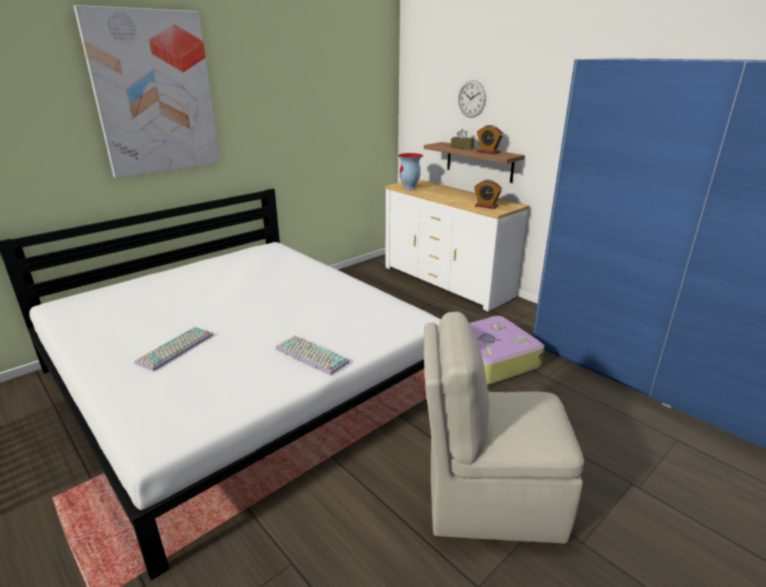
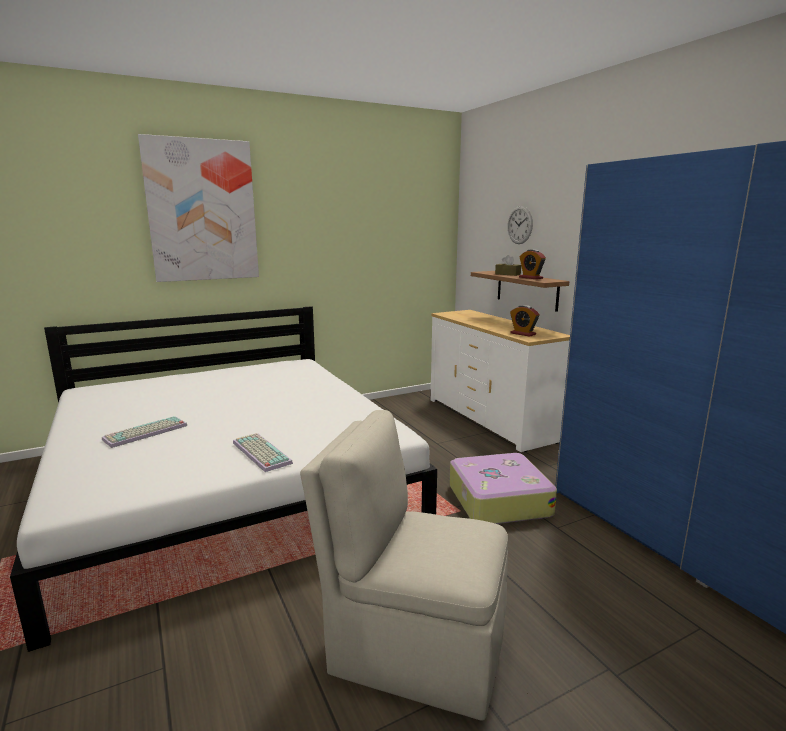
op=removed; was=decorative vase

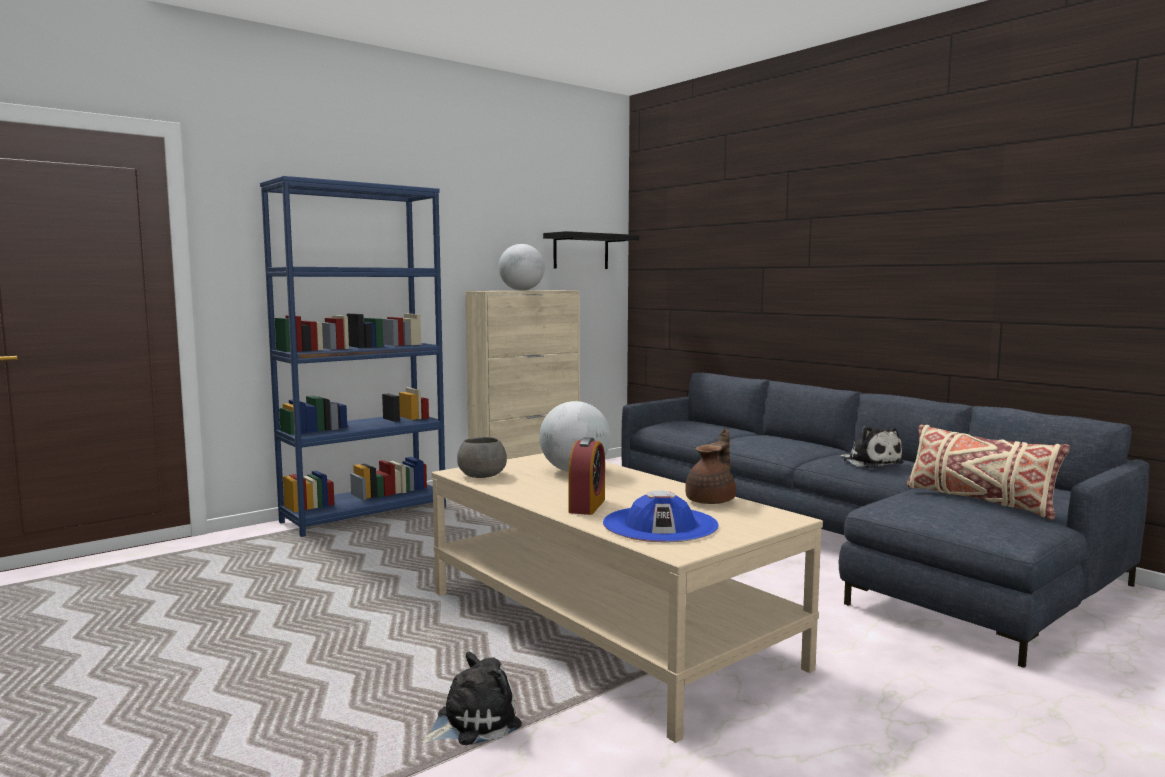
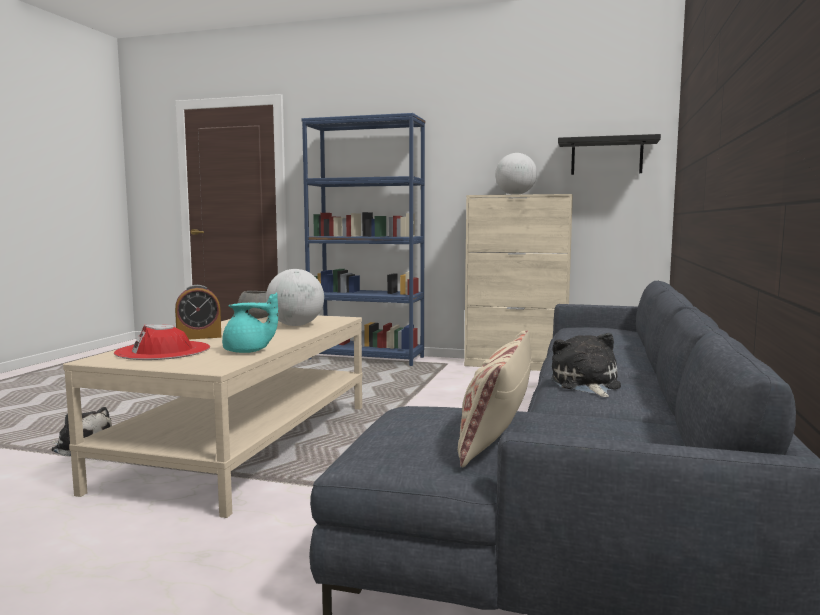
op=recoloured; was=blue-coloured wearable hat; now=red-coloured wearable hat
op=recoloured; was=brownish pot for tea; now=turquoise pot for tea
op=turned; was=cuddly toy (2nd from left); clockwise=150

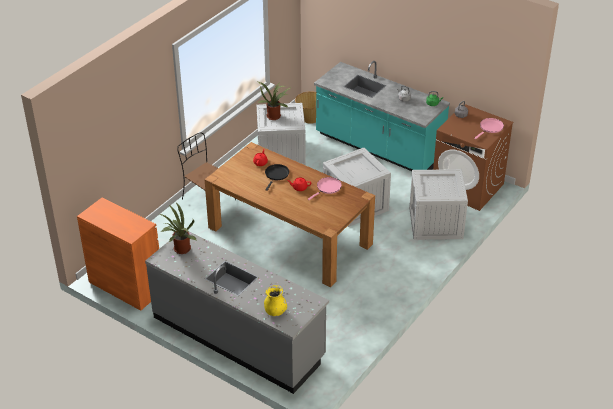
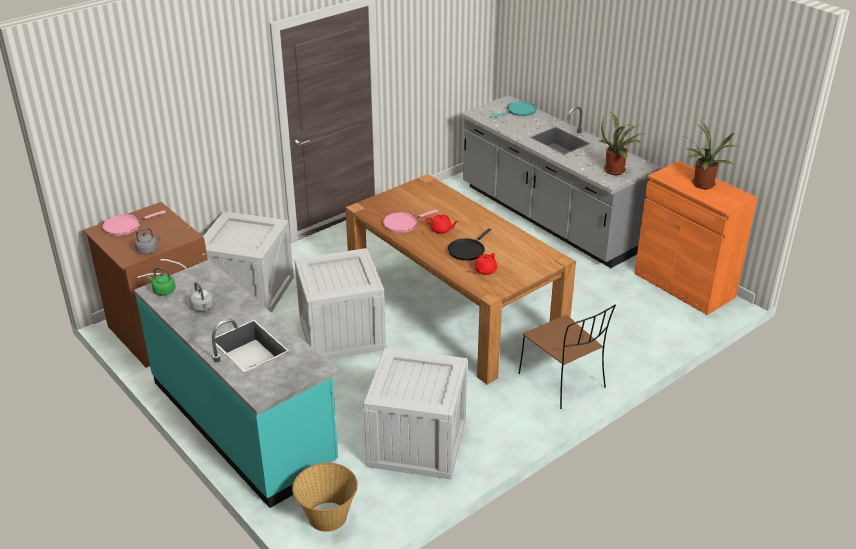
op=replaced; was=yellow decorative vase; now=turquoise frying pan
op=moved; was=plant in a pot (2nd from left)

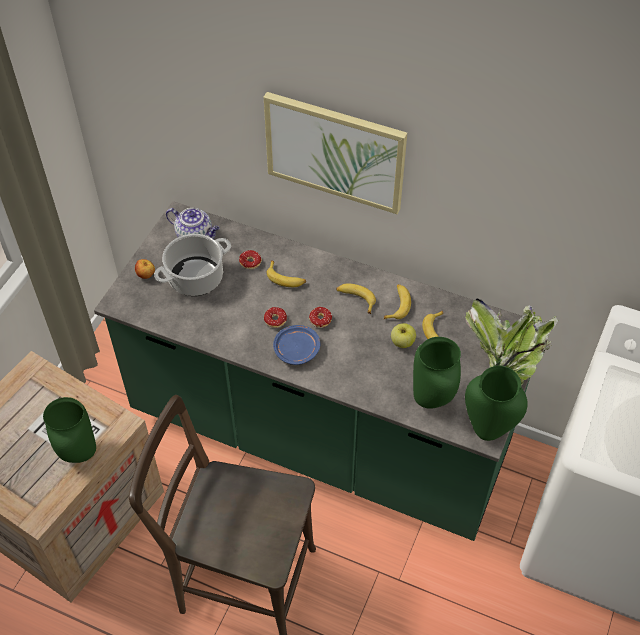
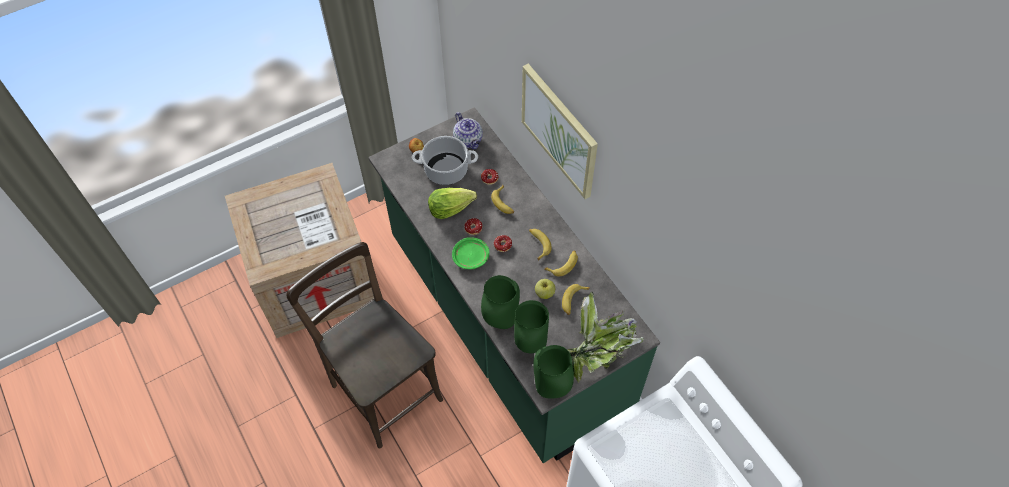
op=added; now=lettuce head
op=recoloured; was=blue-coloured dinner plate; now=green dinner plate
op=moved; was=green decorative vase (1st from left)

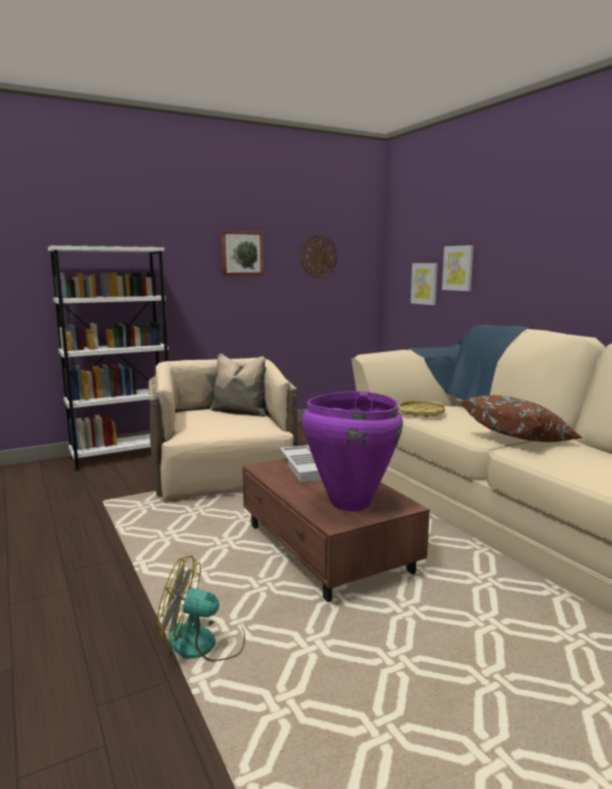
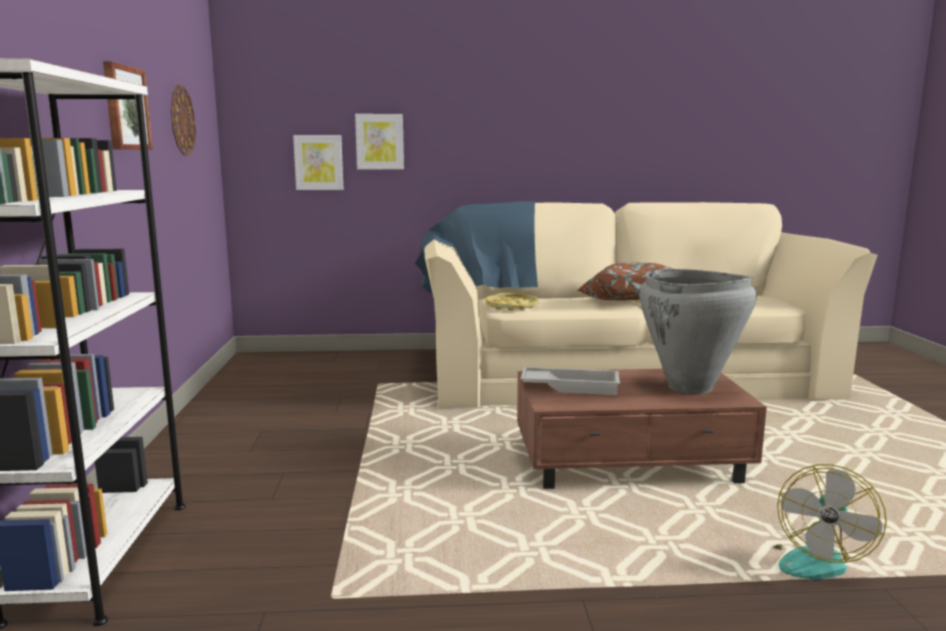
op=recoloured; was=purple decorative vase; now=grey decorative vase
op=removed; was=sand-coloured lounge chair

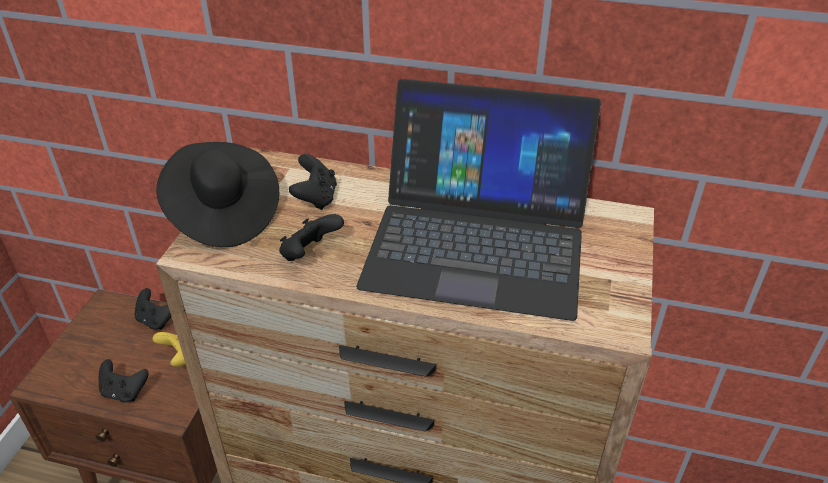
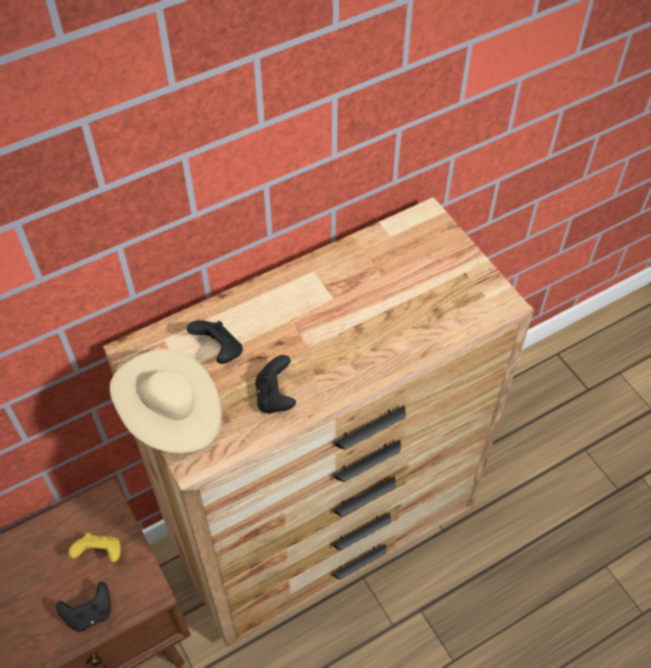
op=recoloured; was=black-coloured wearable hat; now=sand-coloured wearable hat
op=removed; was=black-coloured game controller (2nd from left)
op=removed; was=portable computer

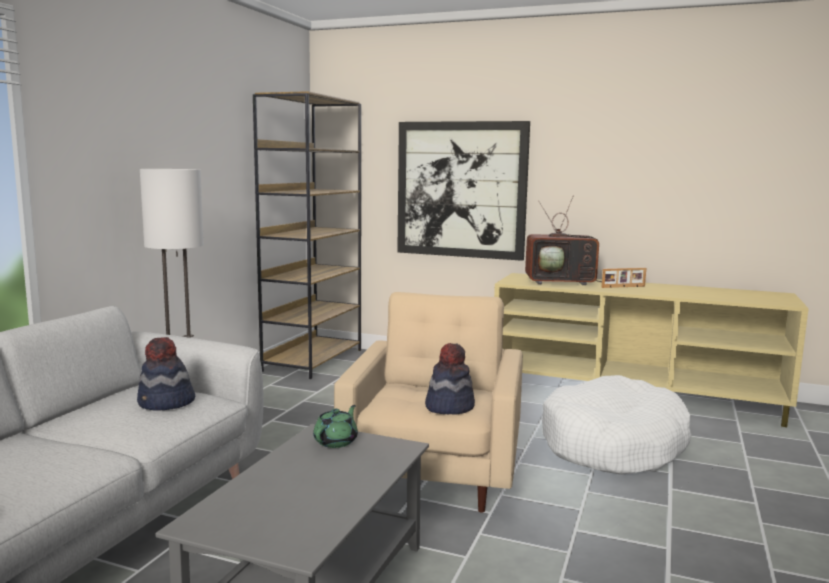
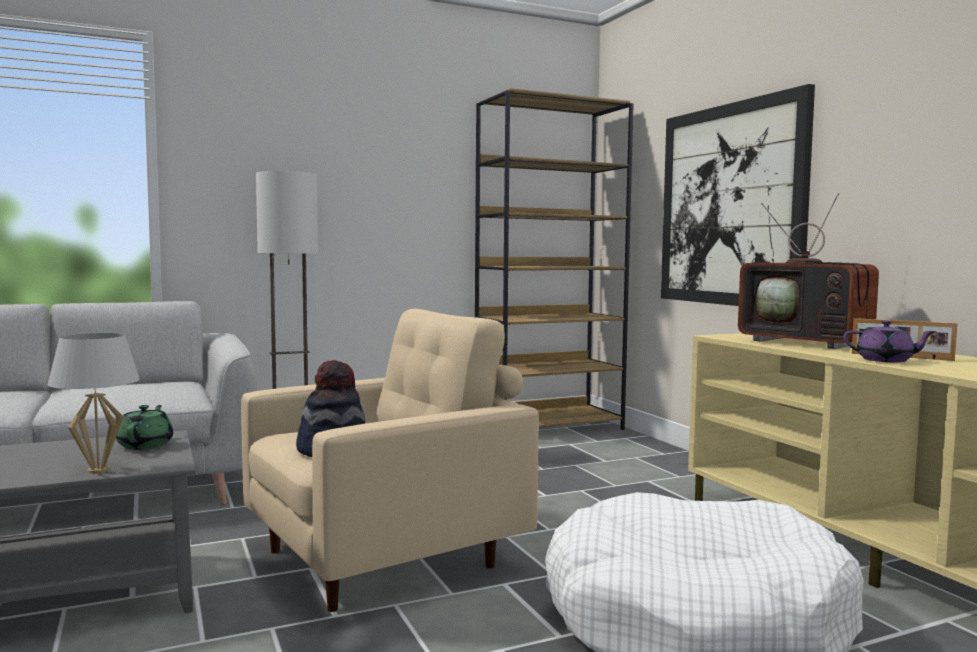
op=added; now=white tabletop lamp
op=turned; was=green pot for tea; clockwise=-75
op=added; now=purple pot for tea
op=removed; was=wearable hat (1st from left)

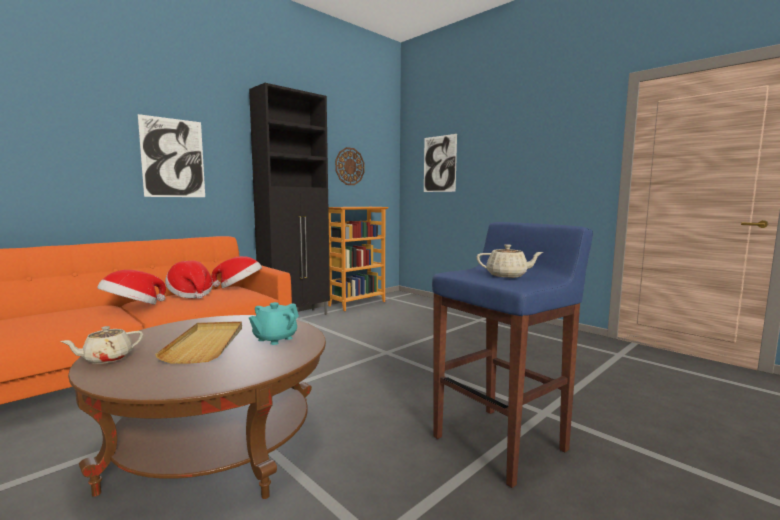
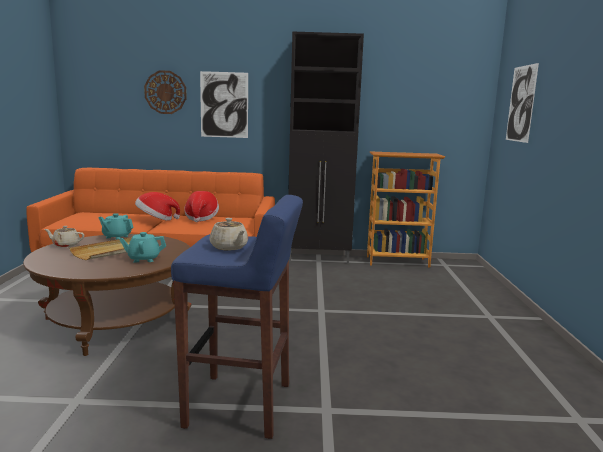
op=added; now=turquoise pot for tea (1st from left)
op=moved; was=hanging clock
op=removed; was=wearable hat (3rd from left)

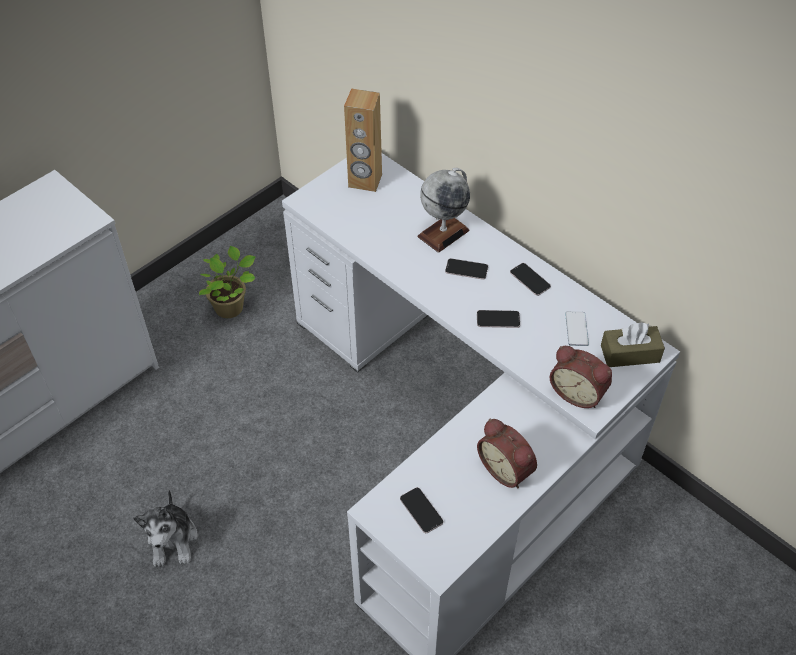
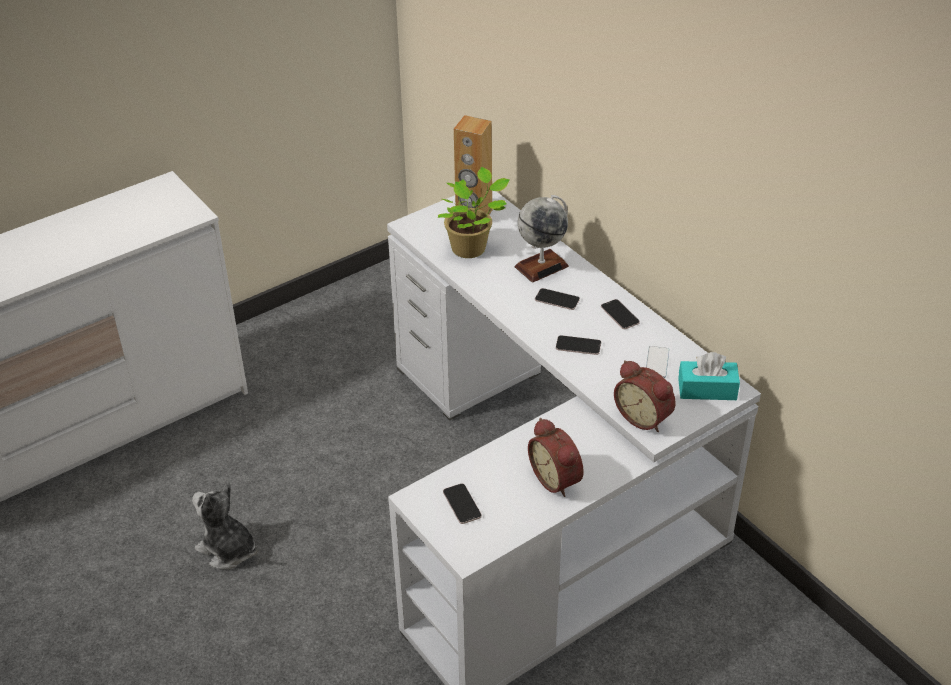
op=turned; was=cuddly toy; clockwise=120
op=moved; was=plant in a pot
op=recoloured; was=brownish tissue box; now=turquoise tissue box

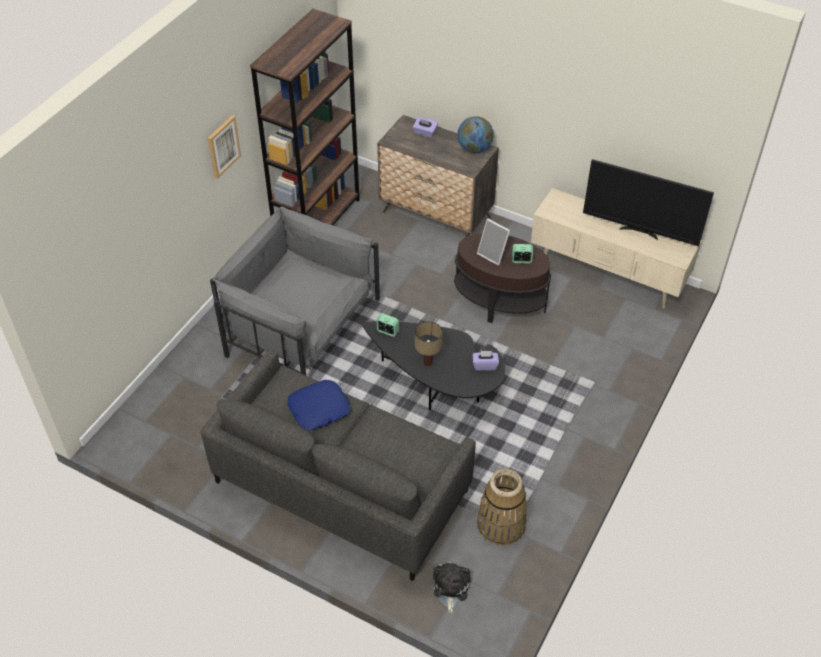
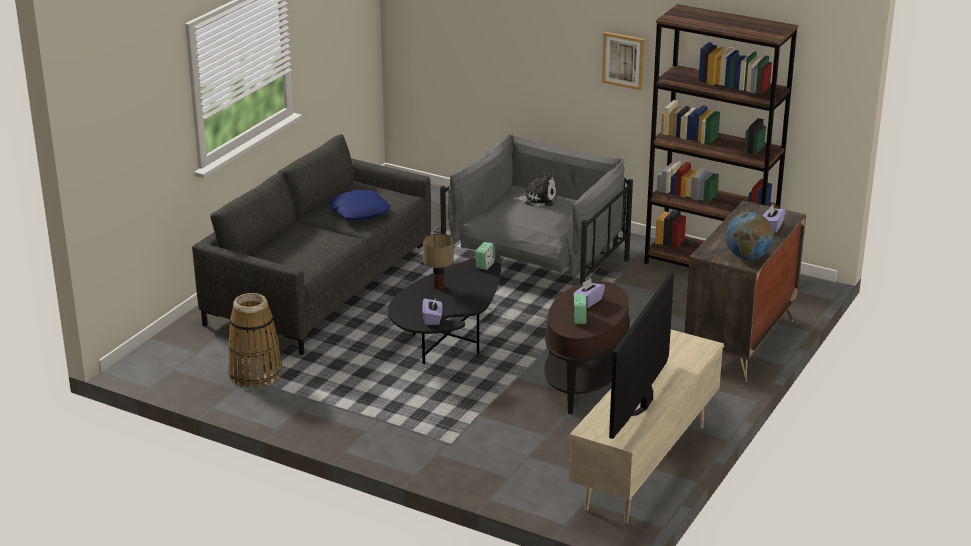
op=moved; was=cuddly toy
op=replaced; was=picture frame; now=purple tissue box (2nd from left)

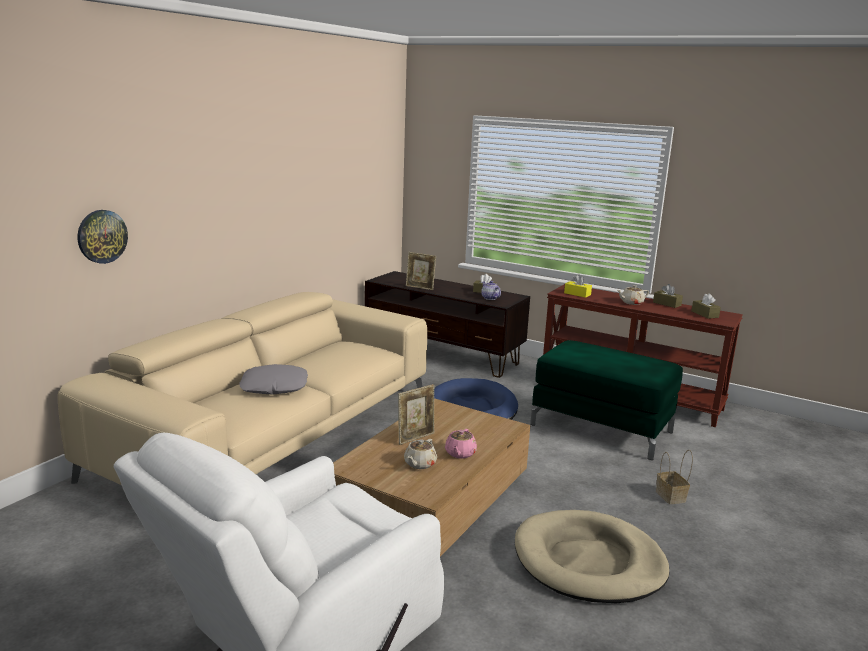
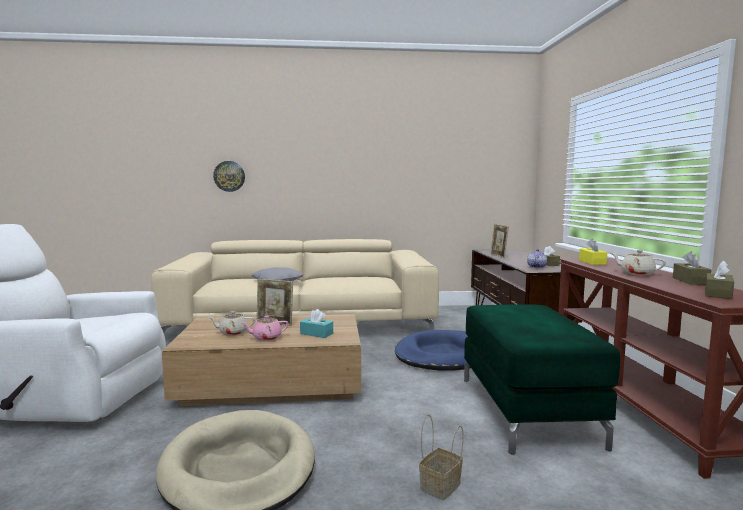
op=added; now=turquoise tissue box

